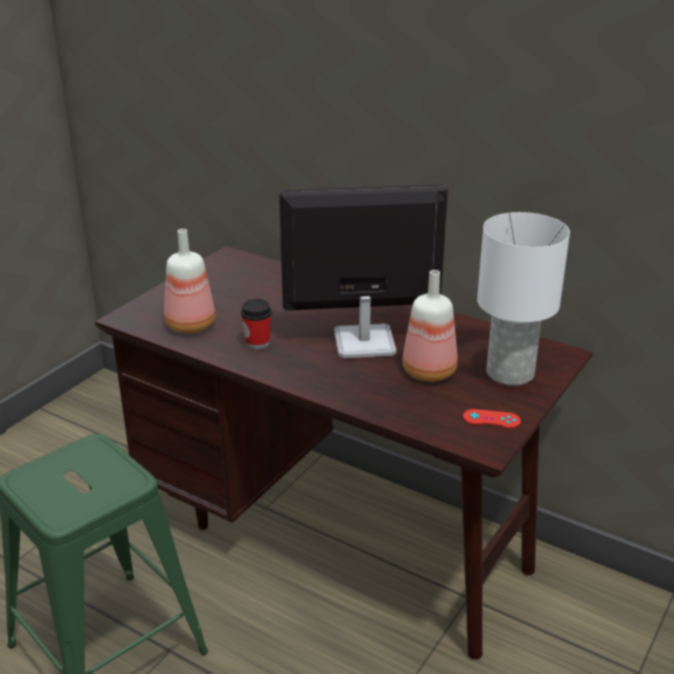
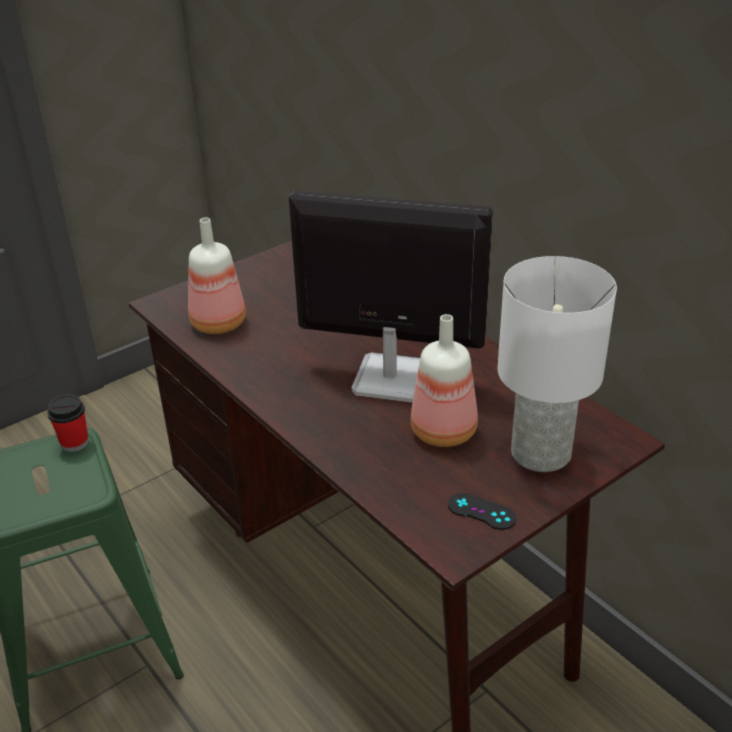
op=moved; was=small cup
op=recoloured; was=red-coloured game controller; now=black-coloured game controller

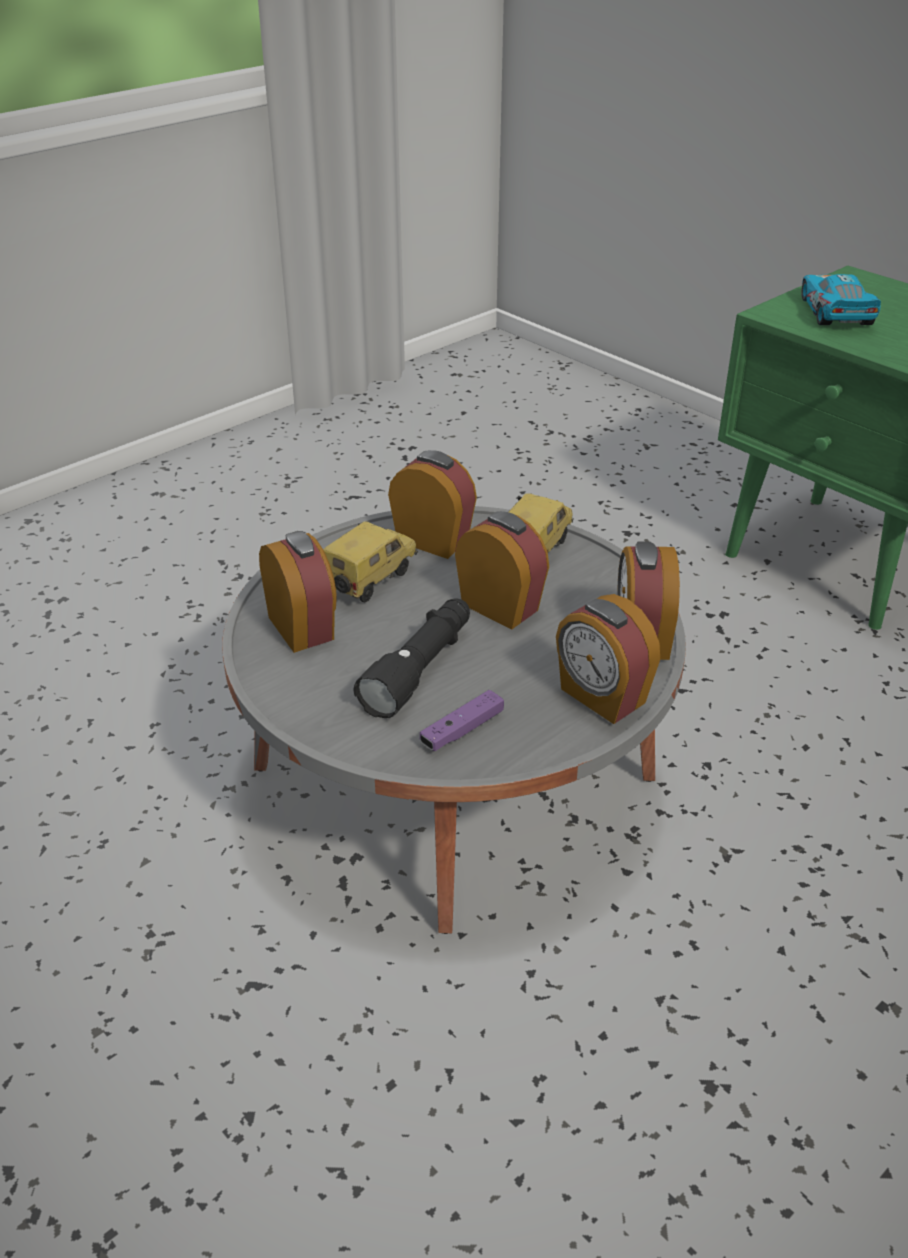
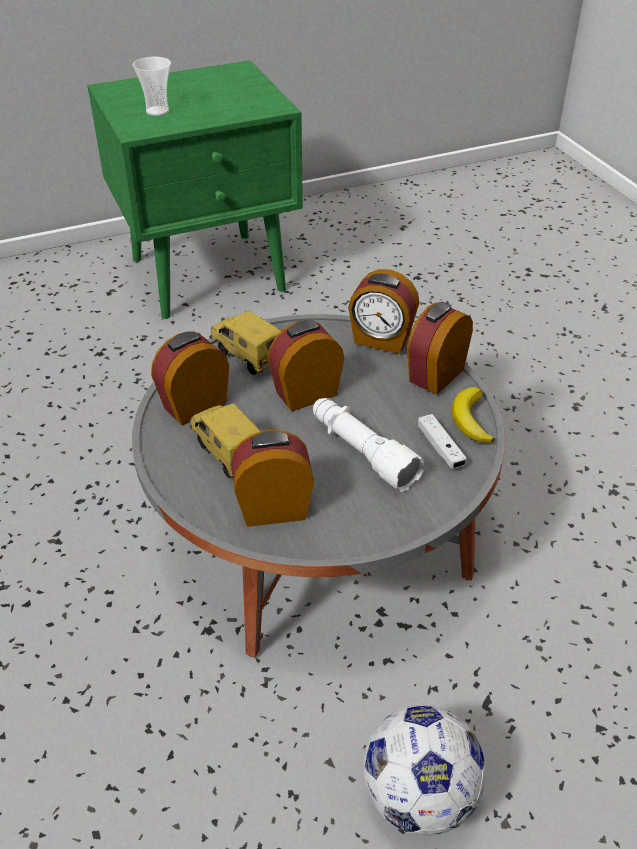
op=replaced; was=toy car (3rd from left); now=small cup
op=recoloured; was=black-coloured hand torch; now=white hand torch
op=added; now=football
op=turned; was=alarm clock (4th from left in the first image); clockwise=150
op=recoloured; was=purple game controller; now=white game controller
op=added; now=whole banana

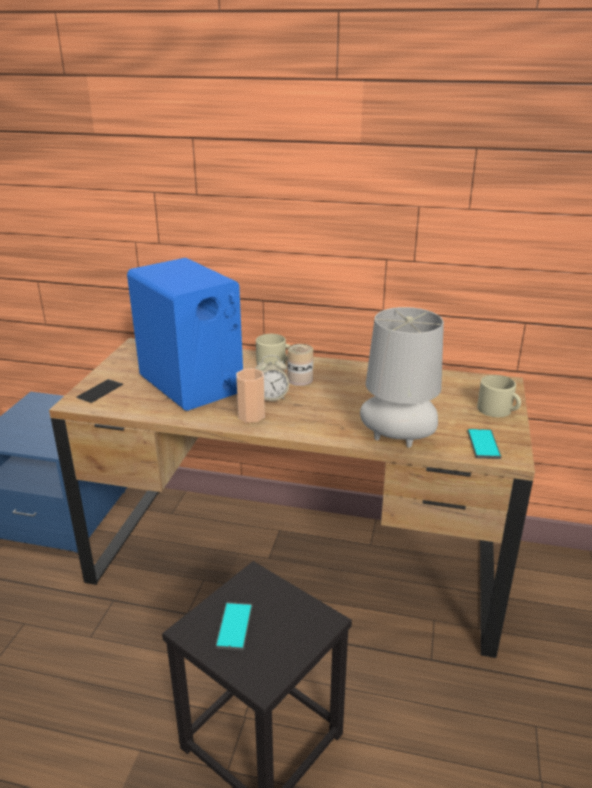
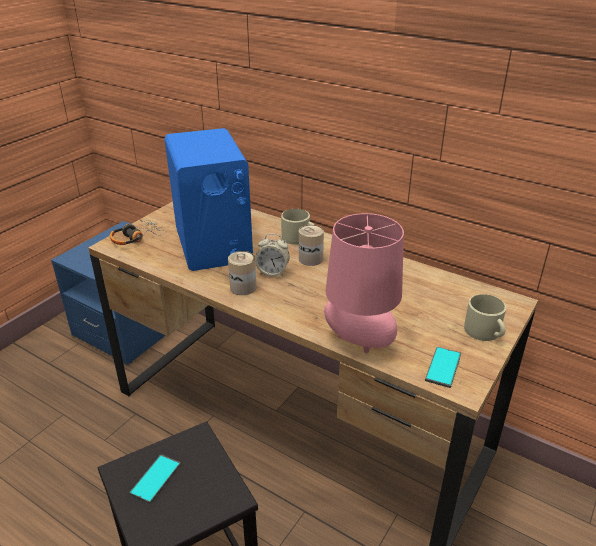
op=replaced; was=phone (1st from left); now=pair of headphones
op=replaced; was=small cup; now=metal can (1st from left)
op=recoloured; was=grey tabletop lamp; now=pinkish tabletop lamp

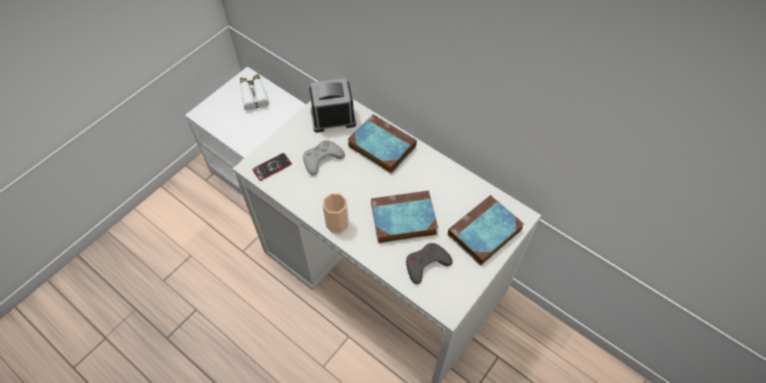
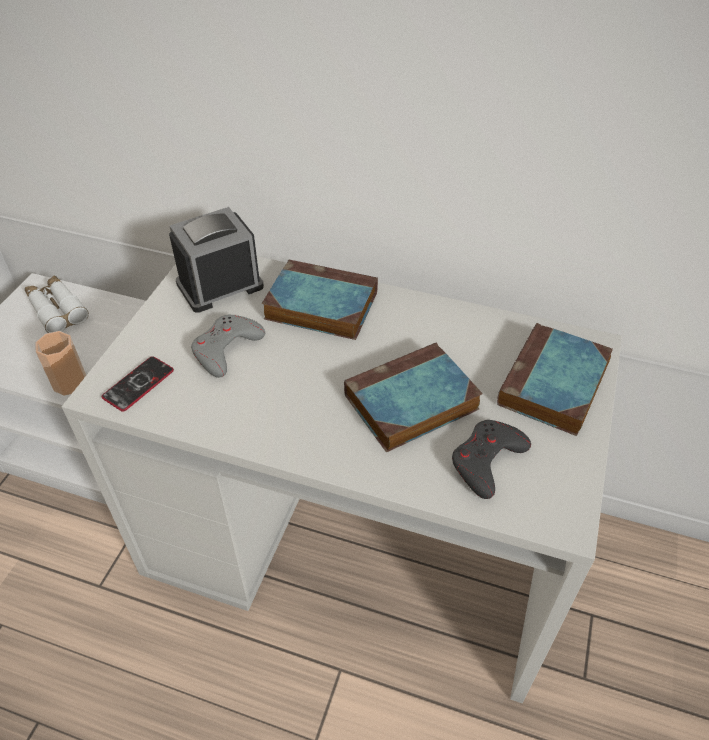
op=moved; was=small cup

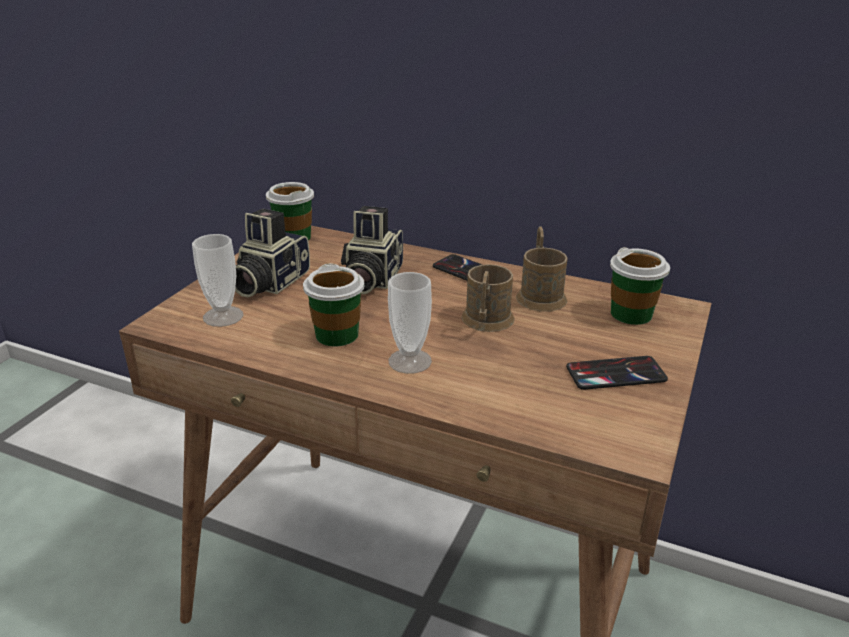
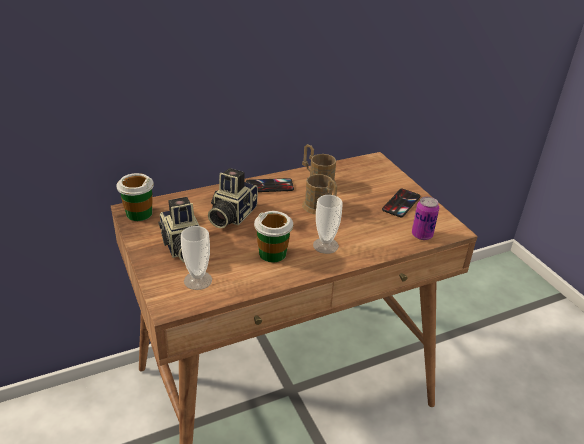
op=turned; was=photo camera (2nd from left); clockwise=60
op=added; now=metal can
op=removed; was=small cup (5th from left)

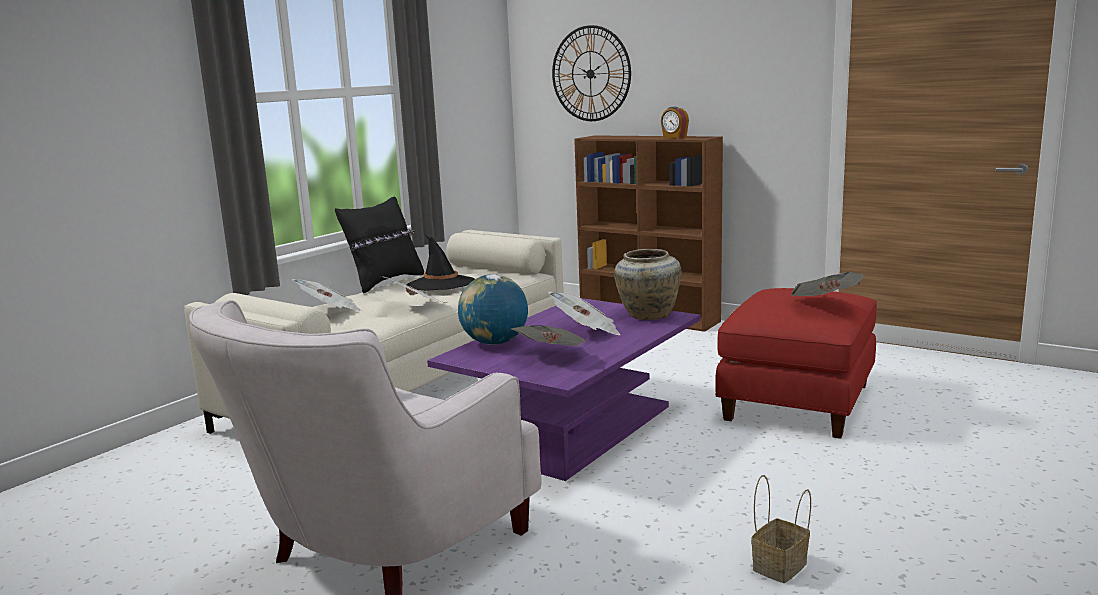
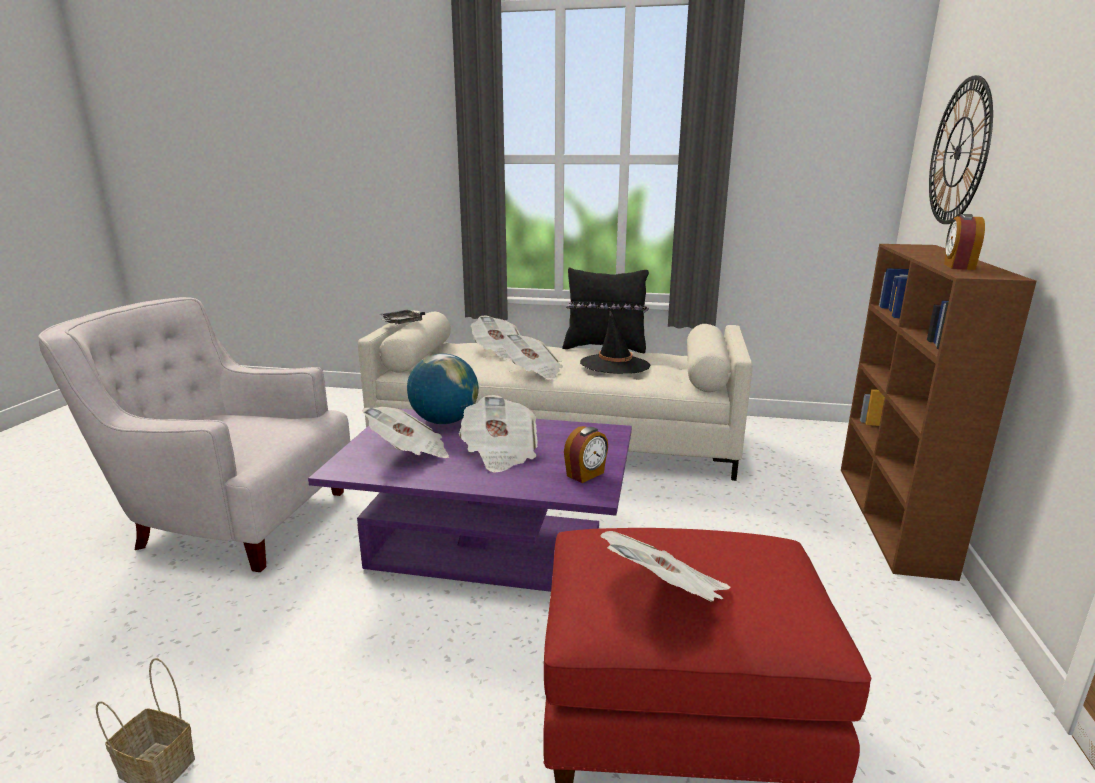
op=added; now=grey carrying tray
op=replaced; was=sand-coloured decorative vase; now=alarm clock (1st from left)

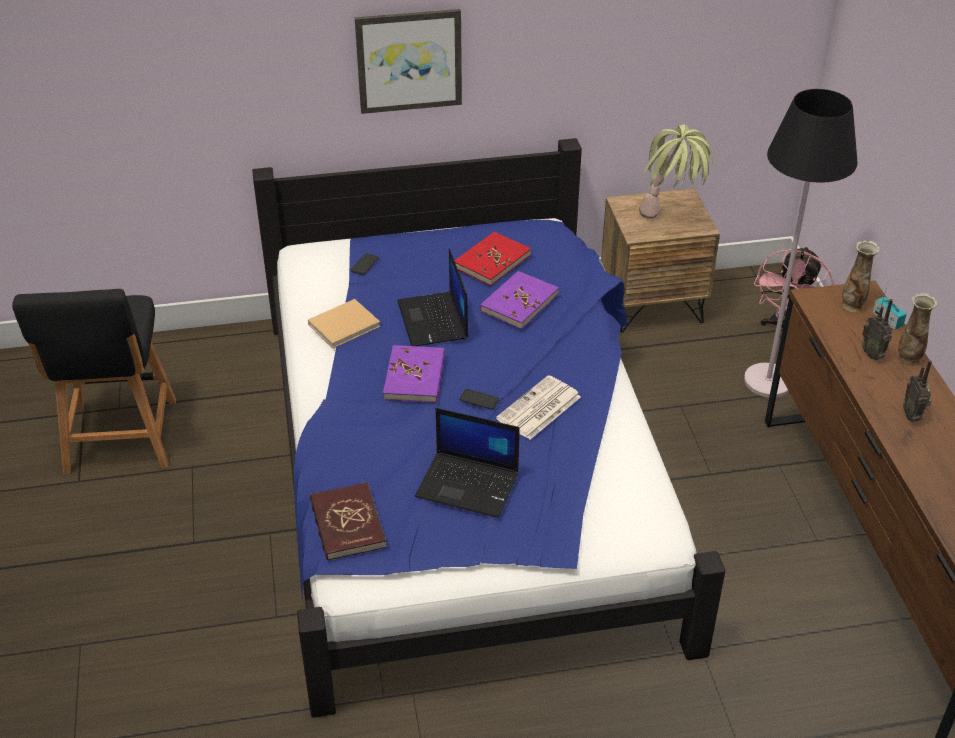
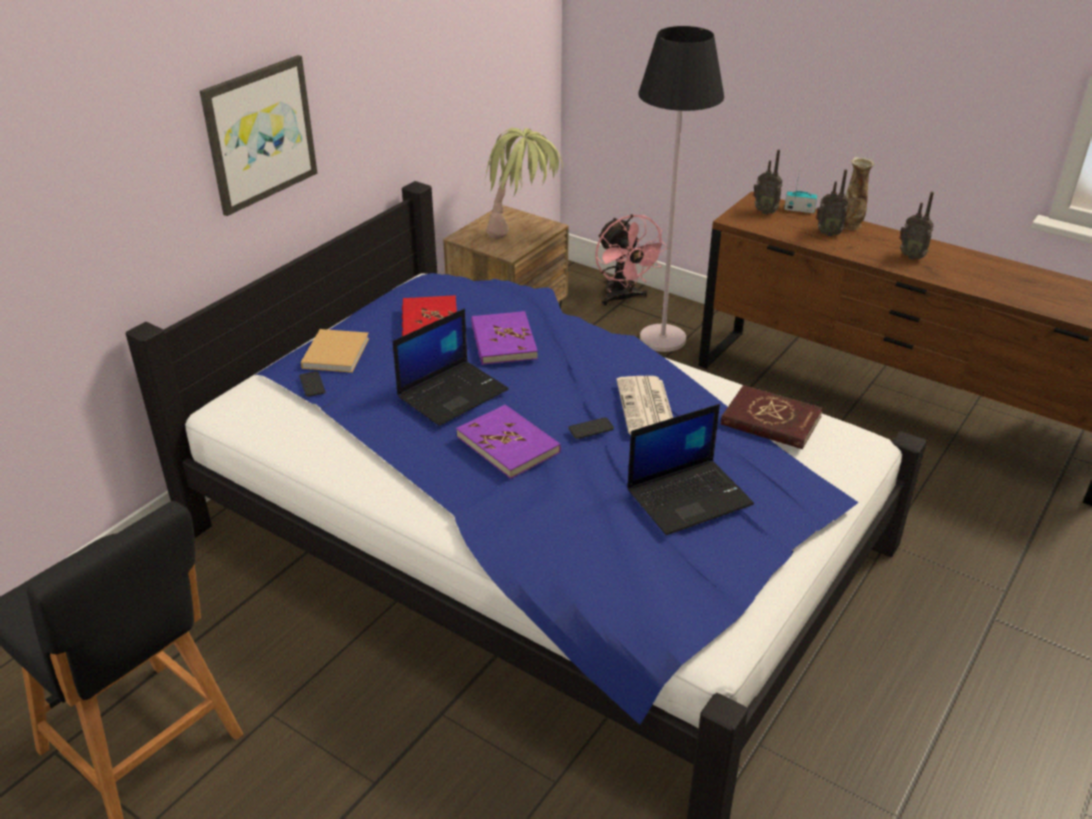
op=moved; was=sand-coloured volume
op=turned; was=portable computer (1st from left); clockwise=-75
op=moved; was=red-coloured volume (1st from left in the first image); now=red-coloured volume (2nd from left)
op=replaced; was=decorative vase (1st from left); now=radio set (1st from left)

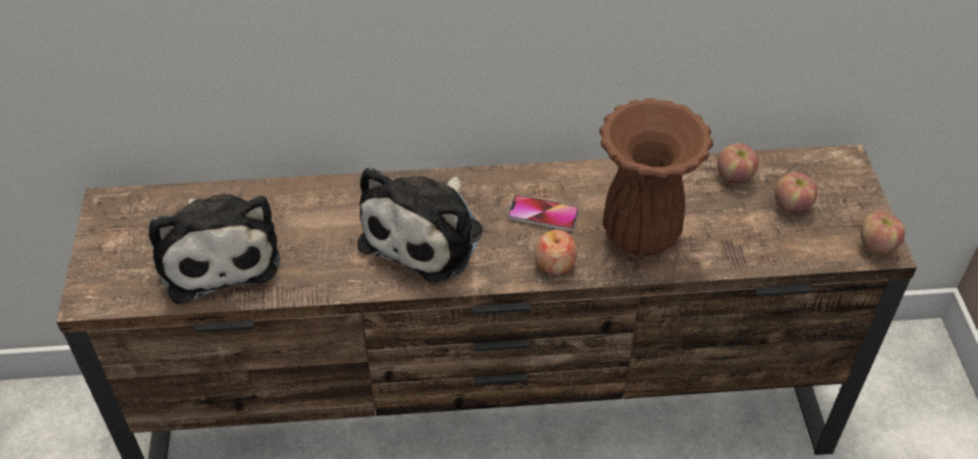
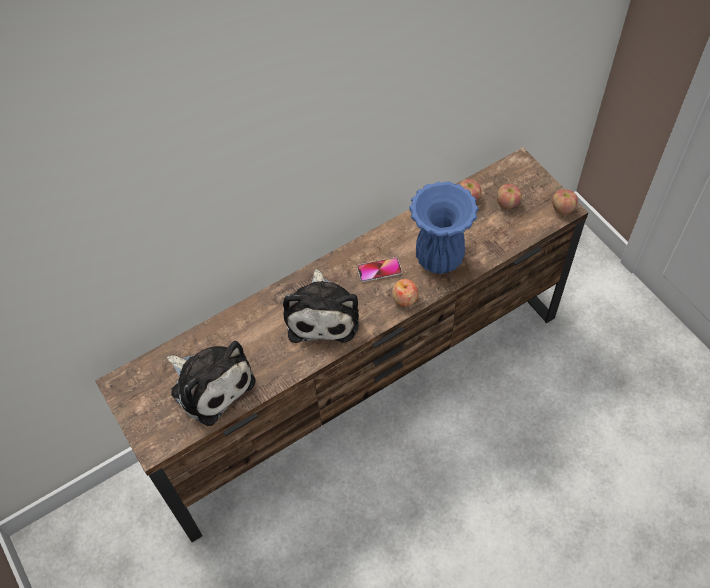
op=recoloured; was=brownish decorative vase; now=blue-coloured decorative vase

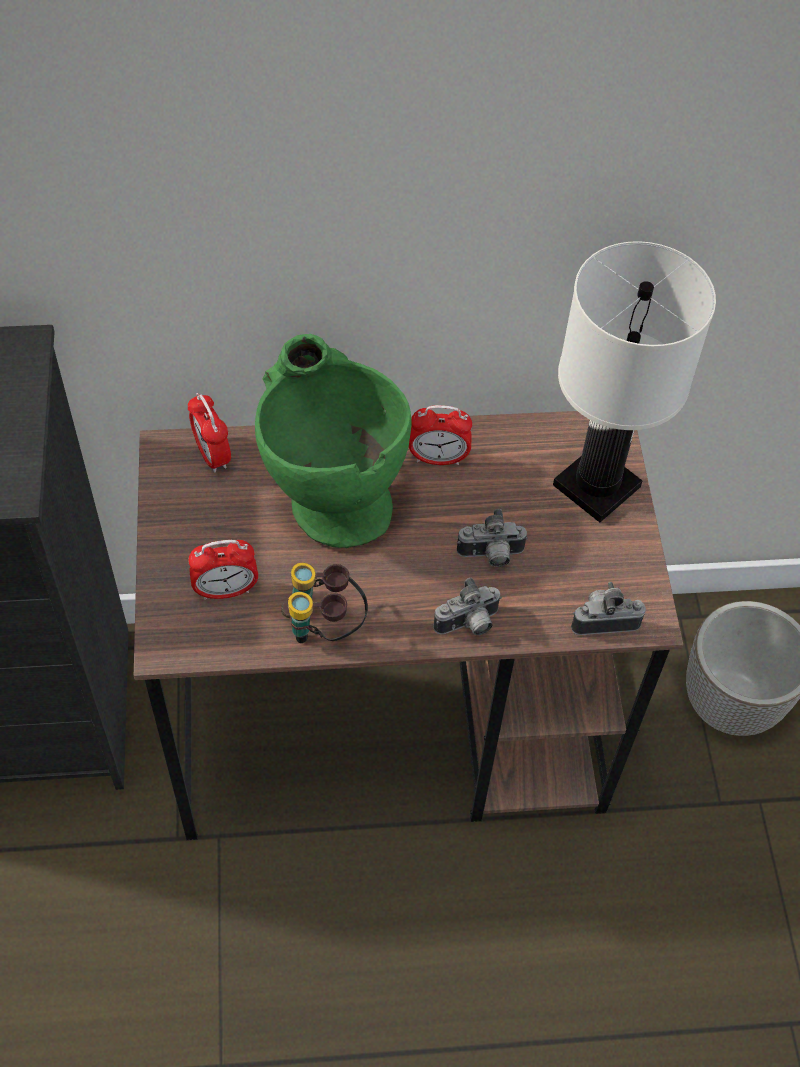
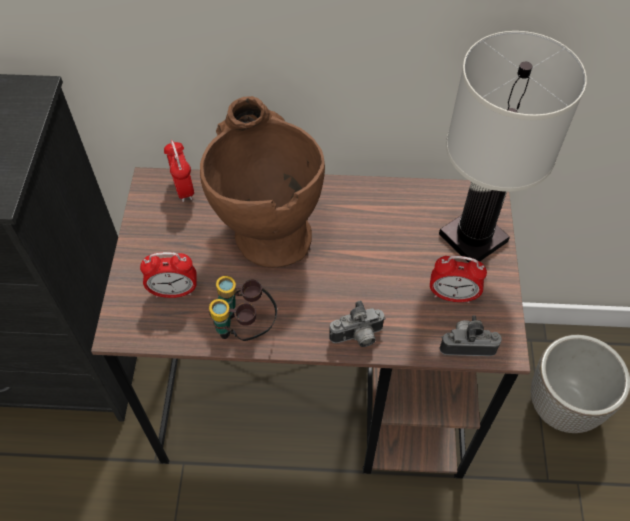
op=recoloured; was=green decorative vase; now=brownish decorative vase
op=moved; was=alarm clock (3rd from left)
op=removed; was=photo camera (2nd from left)

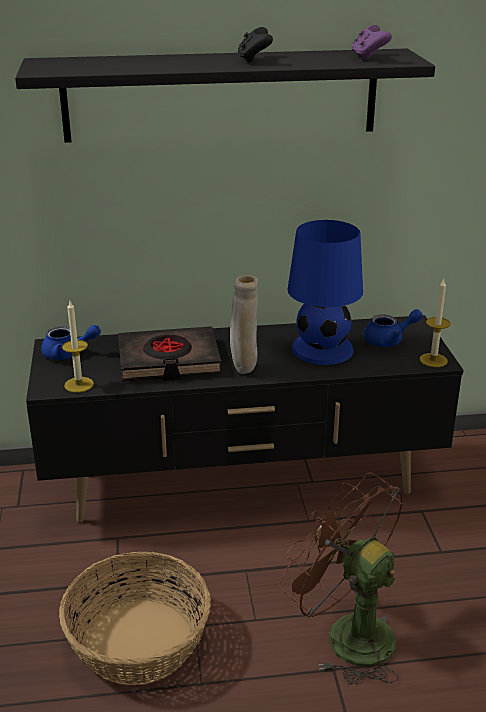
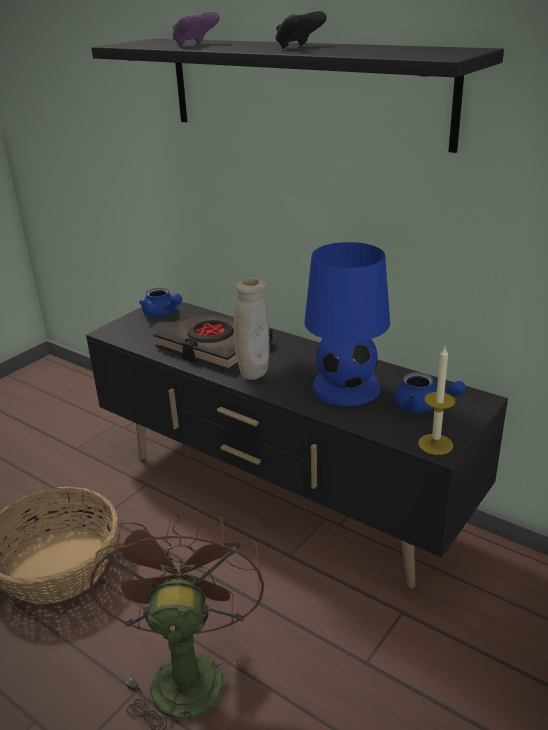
op=moved; was=purple game controller
op=removed; was=candle (1st from left)

